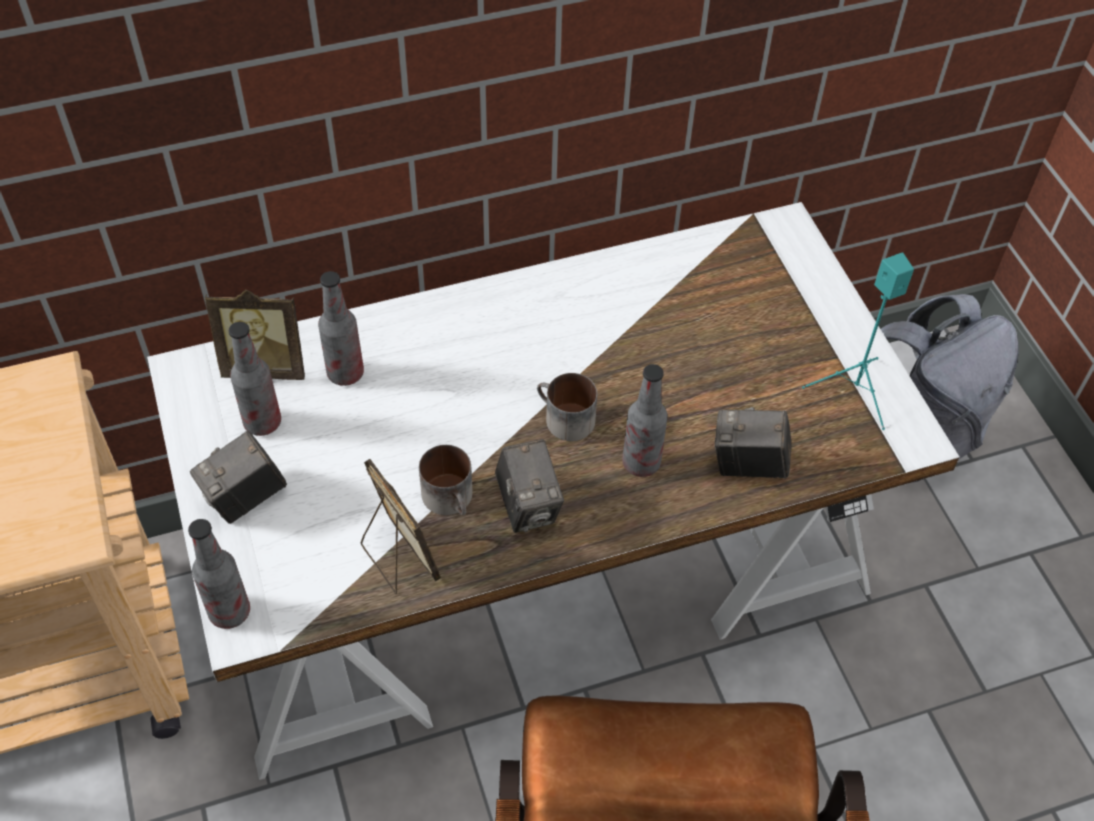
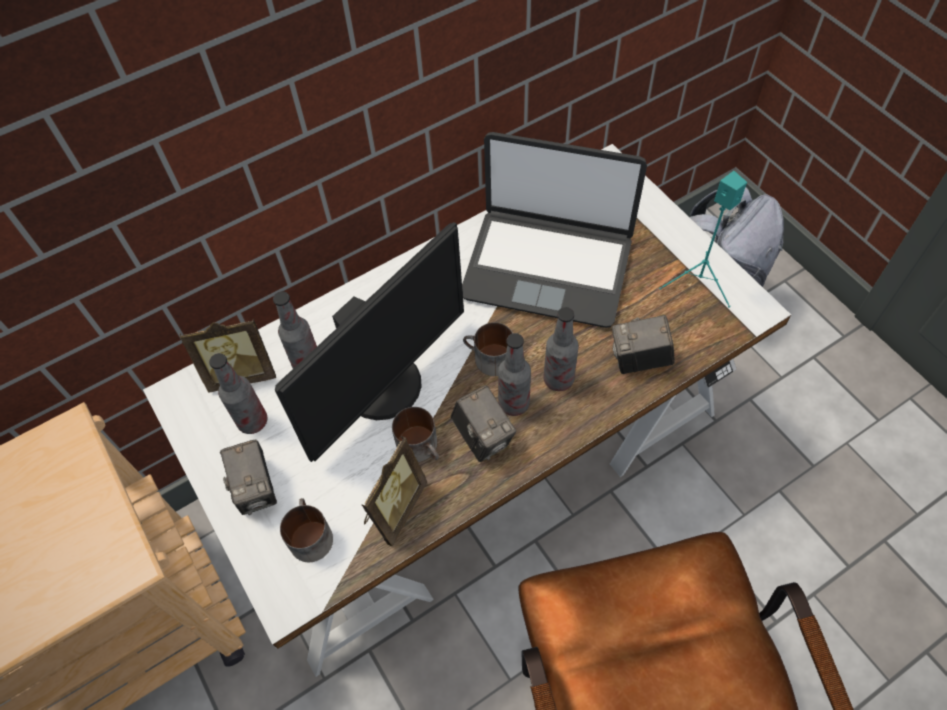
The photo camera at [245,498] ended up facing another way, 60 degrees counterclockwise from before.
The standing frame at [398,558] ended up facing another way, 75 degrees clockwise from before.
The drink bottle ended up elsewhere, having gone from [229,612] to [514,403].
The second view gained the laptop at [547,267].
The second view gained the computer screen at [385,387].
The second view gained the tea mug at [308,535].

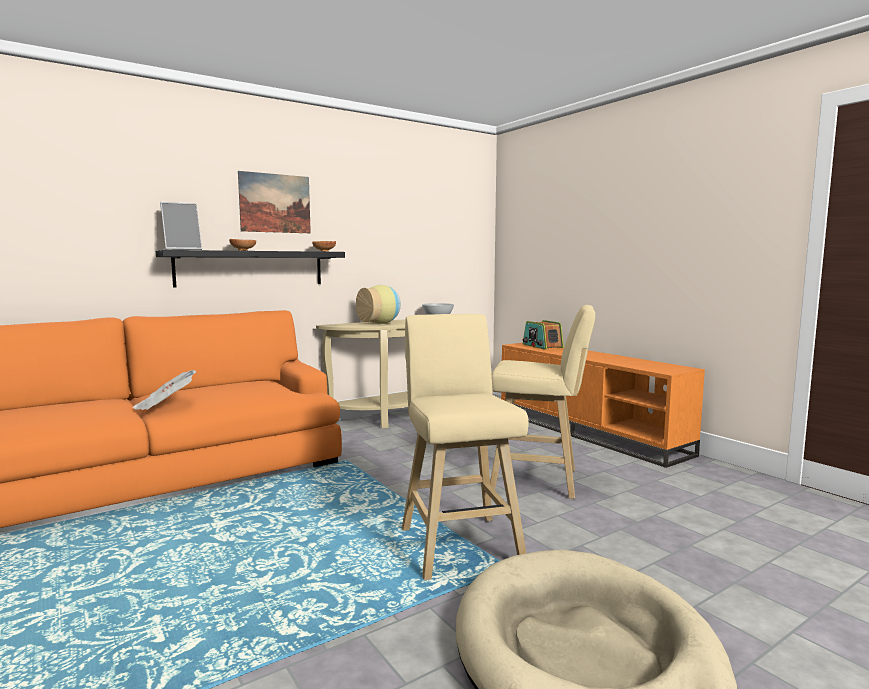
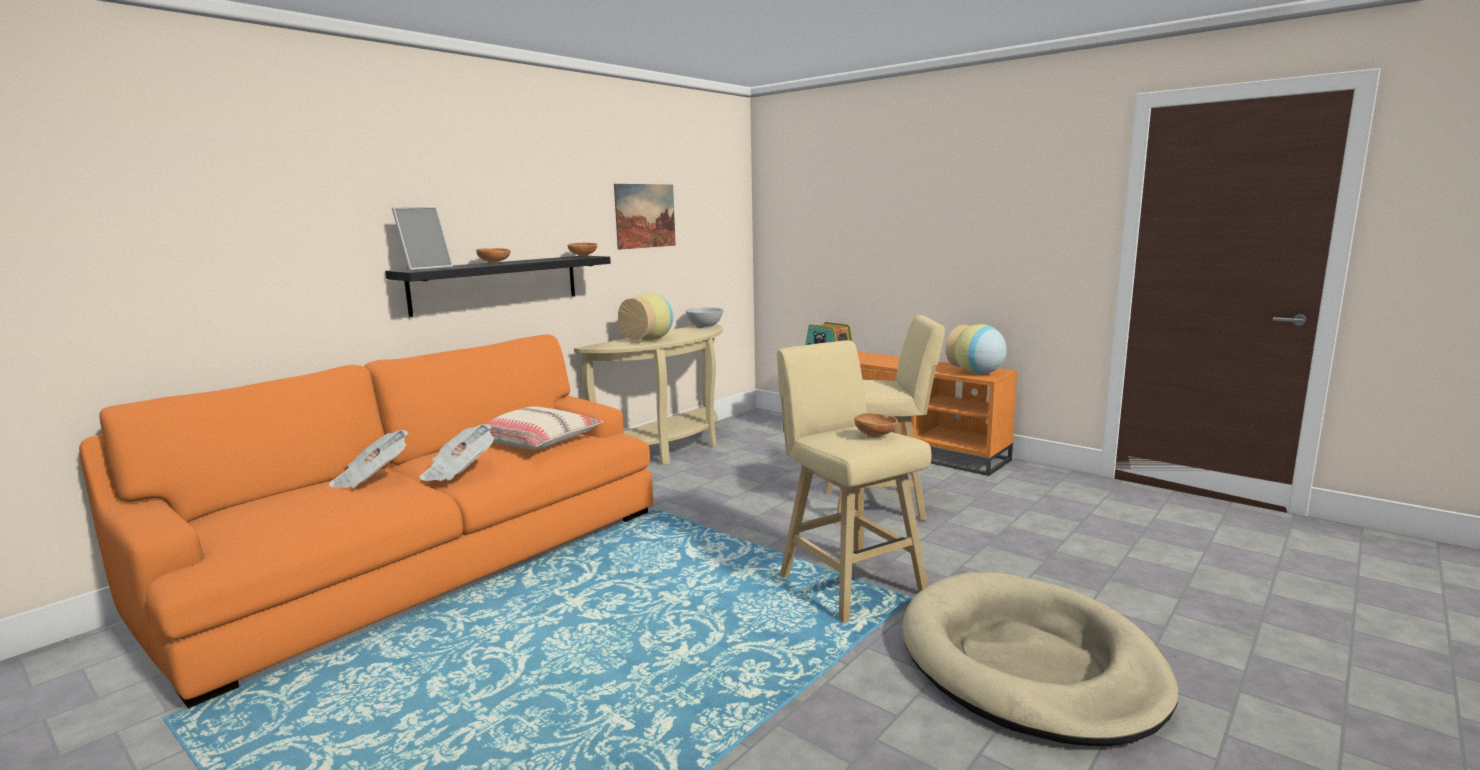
The picture ended up elsewhere, having gone from [275,203] to [645,216].
The second view gained the decorative vase at [977,373].
The second view gained the pillow (sand-coloured) at [538,441].
The second view gained the bowl (brownish) at [876,436].
The second view gained the newspaper at [371,479].

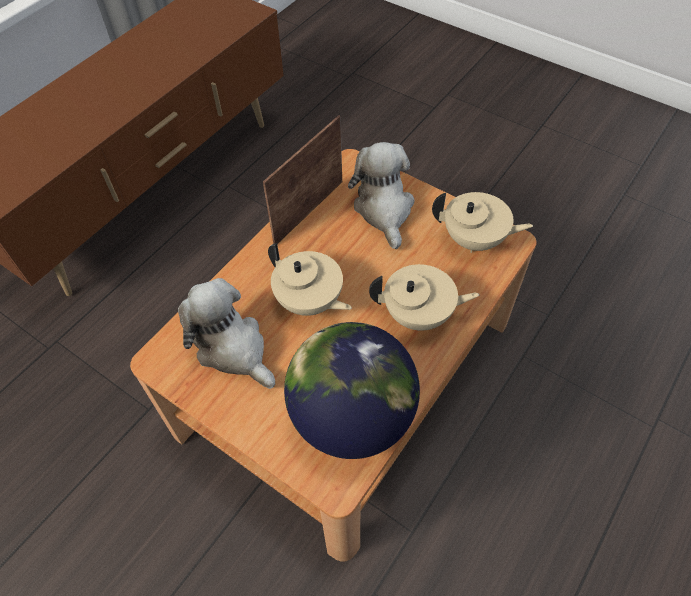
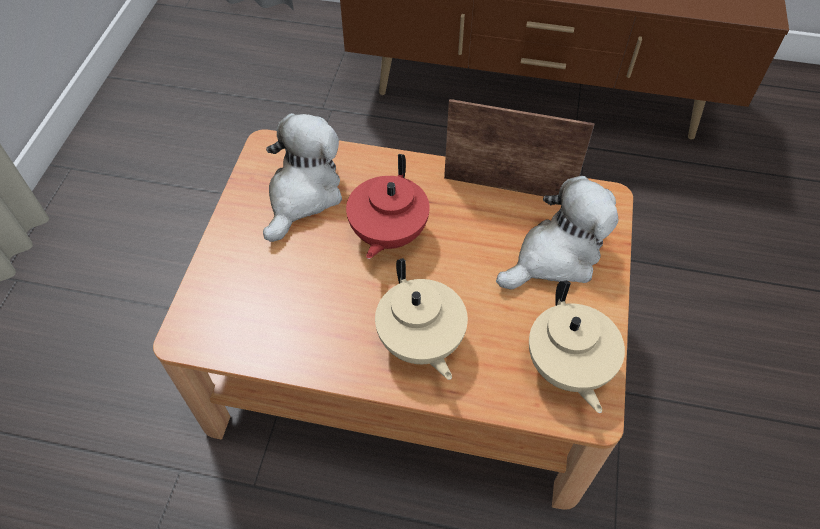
What was the tea pot (sand-coloured) at [309,302] turned into the tea pot (reddish) at [387,234].
The second view lost the globe at [352,416].

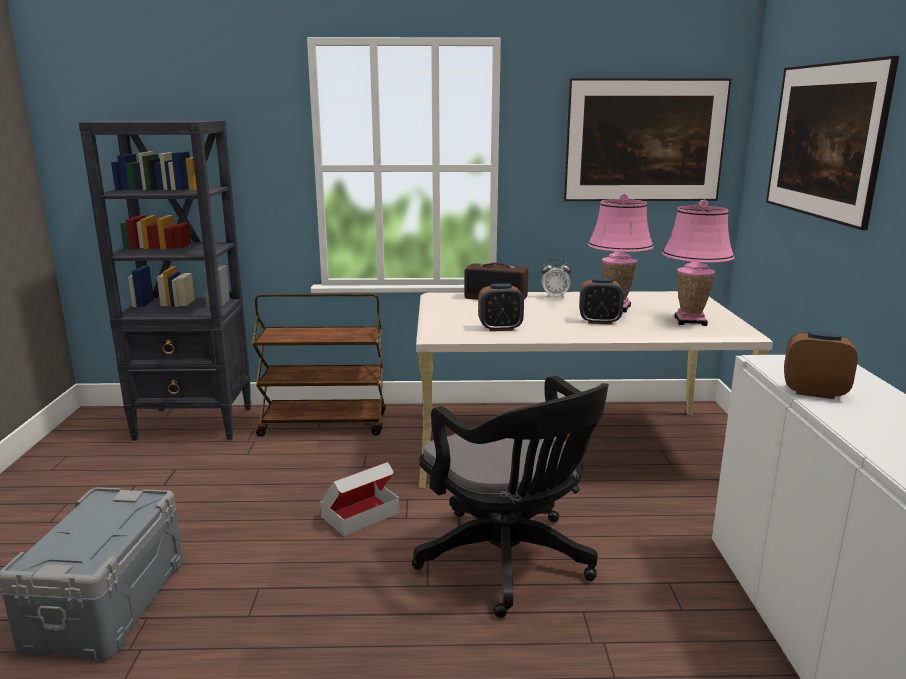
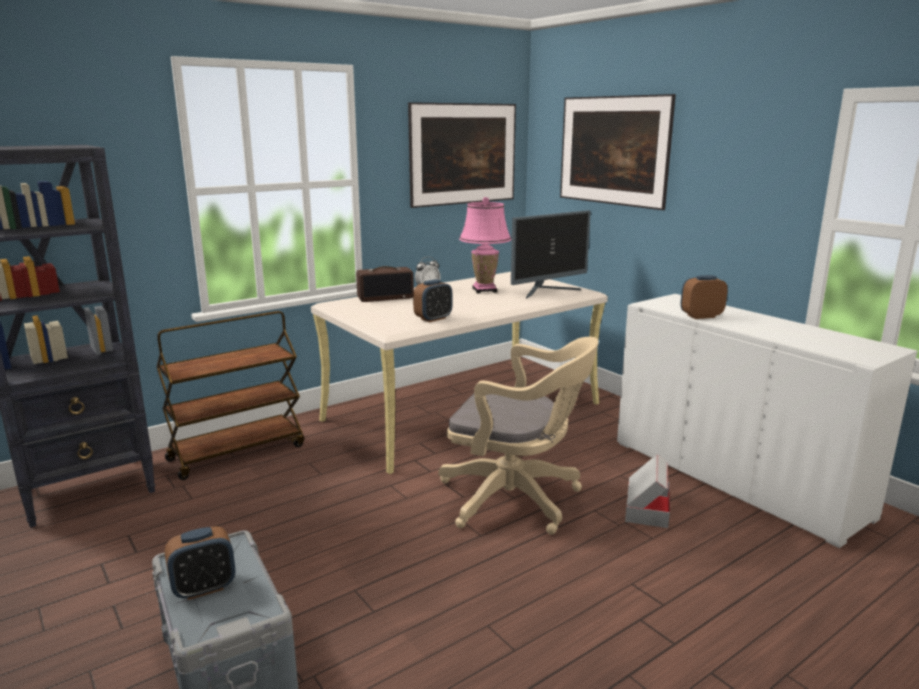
Where the lamp for a table (pink) stood at [690,321], the computer screen came to stand at [547,291].
The table clock ended up elsewhere, having gone from [599,321] to [204,588].
What was the office chair (black-coloured) at [510,562] turned into the office chair (sand-coloured) at [517,499].
The carton ended up elsewhere, having gone from [360,514] to [647,508].

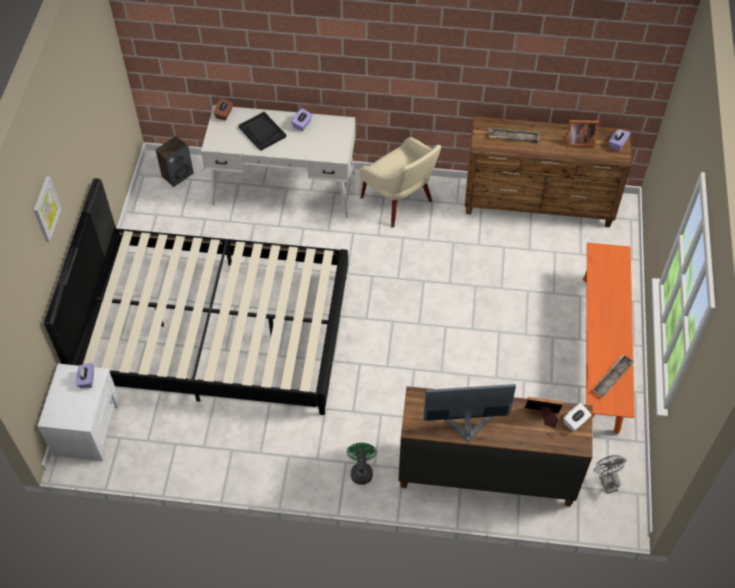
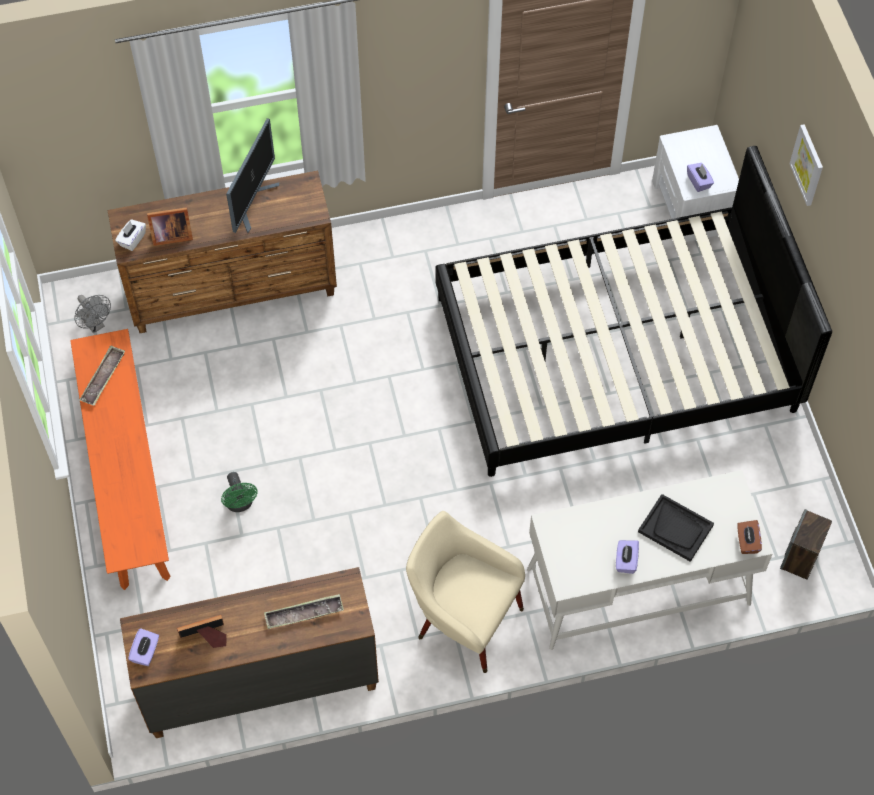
The computer screen at [466,424] ended up facing another way, 45 degrees counterclockwise from before.
The cooling fan (green-coloured) ended up elsewhere, having gone from [361,471] to [240,504].

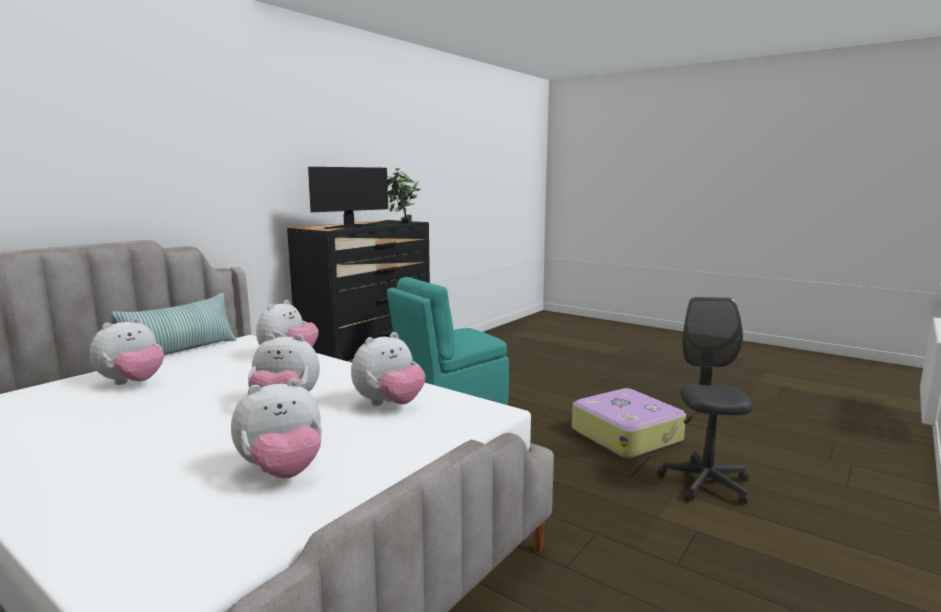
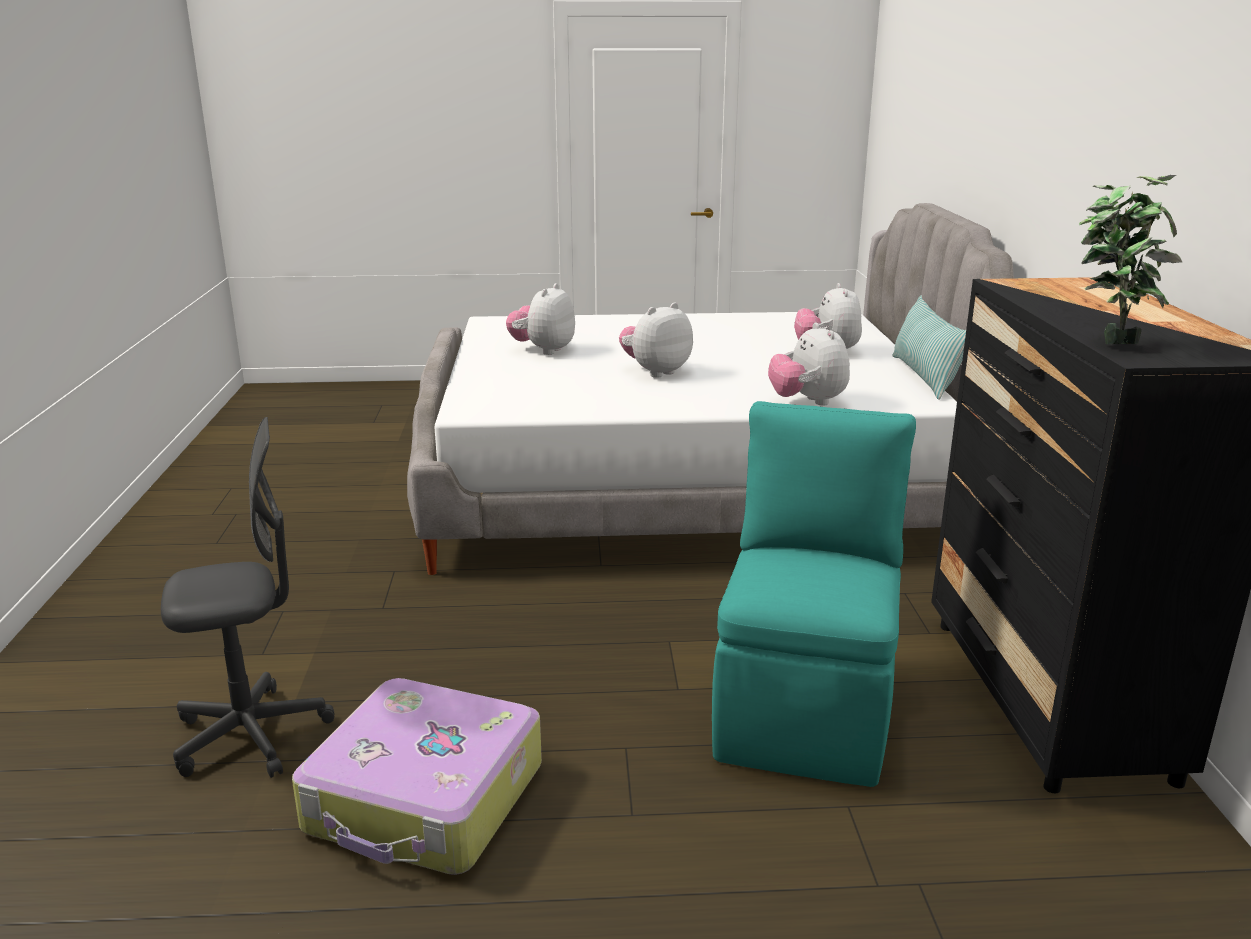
The second view lost the computer screen at [350,227].
The office chair (gray) at [705,483] ended up facing another way, 75 degrees counterclockwise from before.
The second view lost the cuddly toy at [389,404].

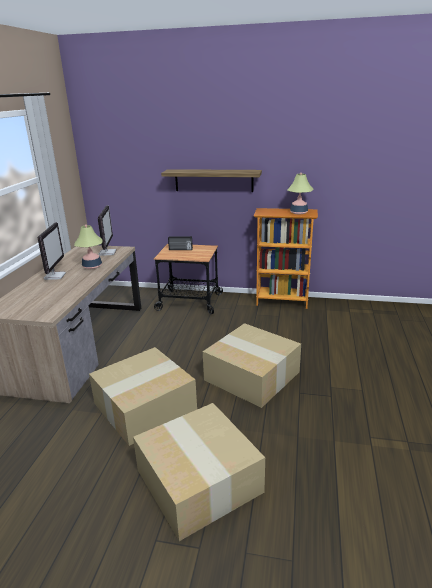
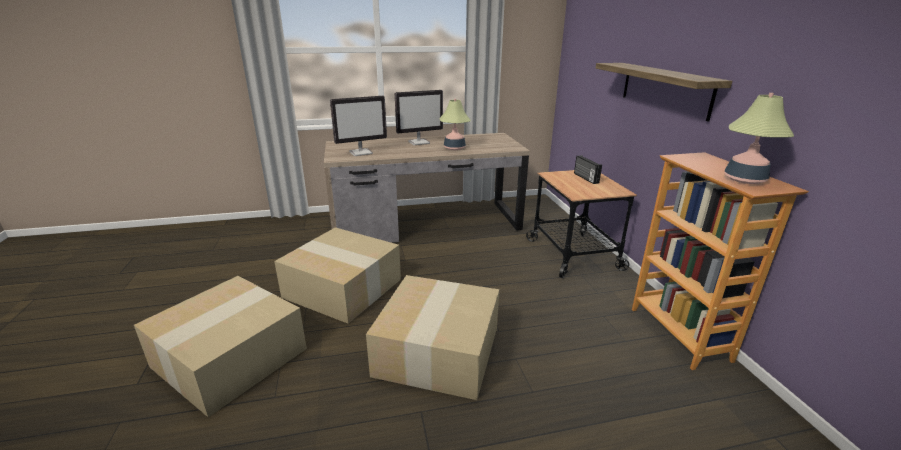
The computer screen ended up elsewhere, having gone from [107,252] to [361,152].

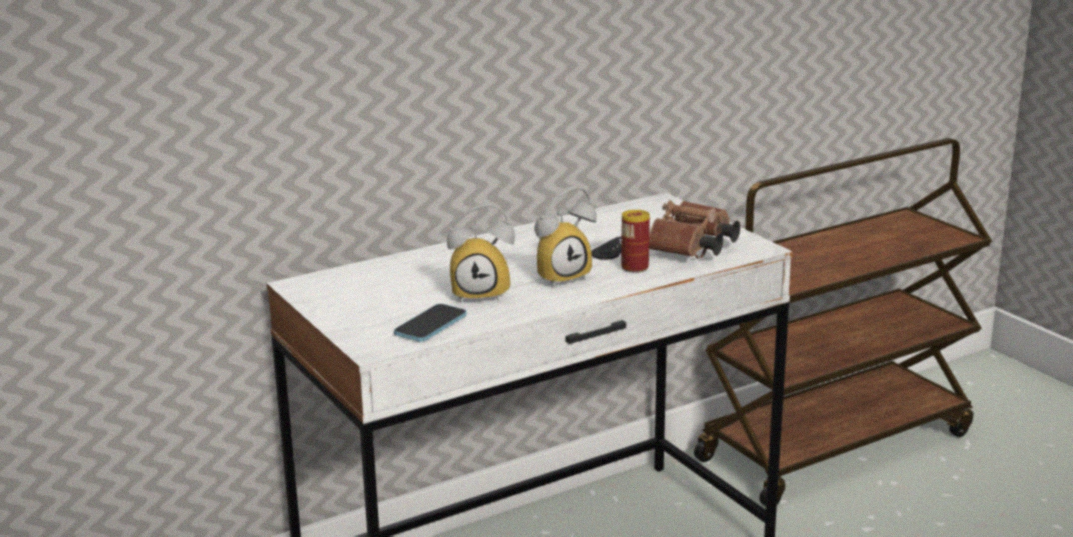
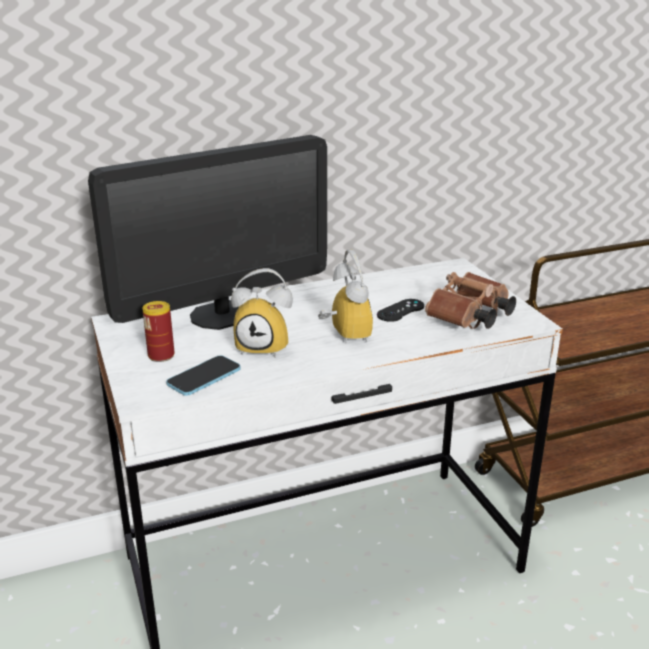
The table clock at [561,276] ended up facing another way, 90 degrees counterclockwise from before.
The sealed can ended up elsewhere, having gone from [634,267] to [161,355].
The second view gained the computer screen at [222,315].

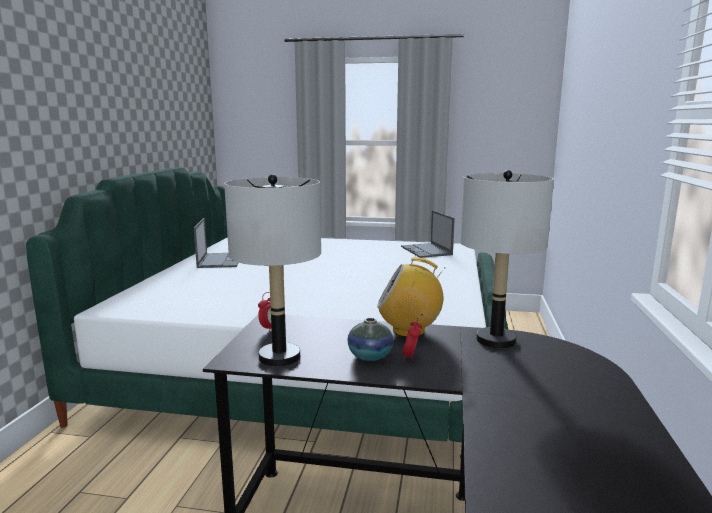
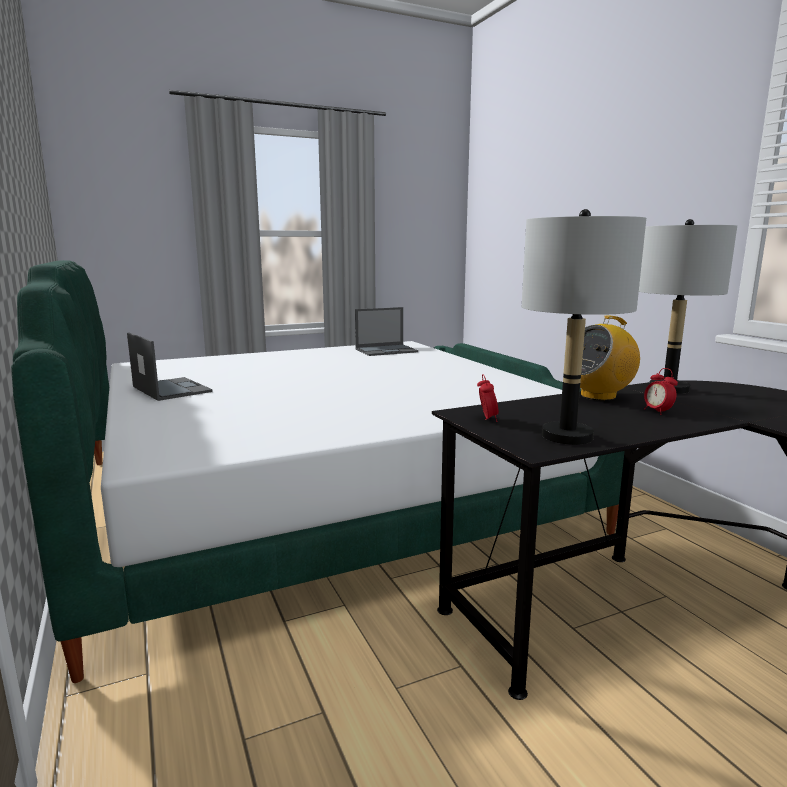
The laptop at [426,251] ended up facing another way, 60 degrees counterclockwise from before.
The second view lost the decorative vase at [370,356].

